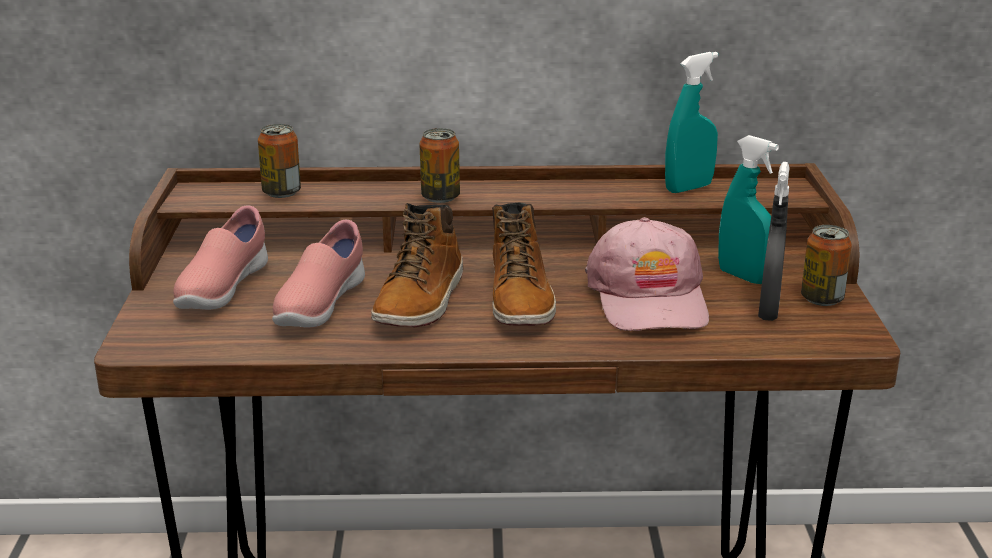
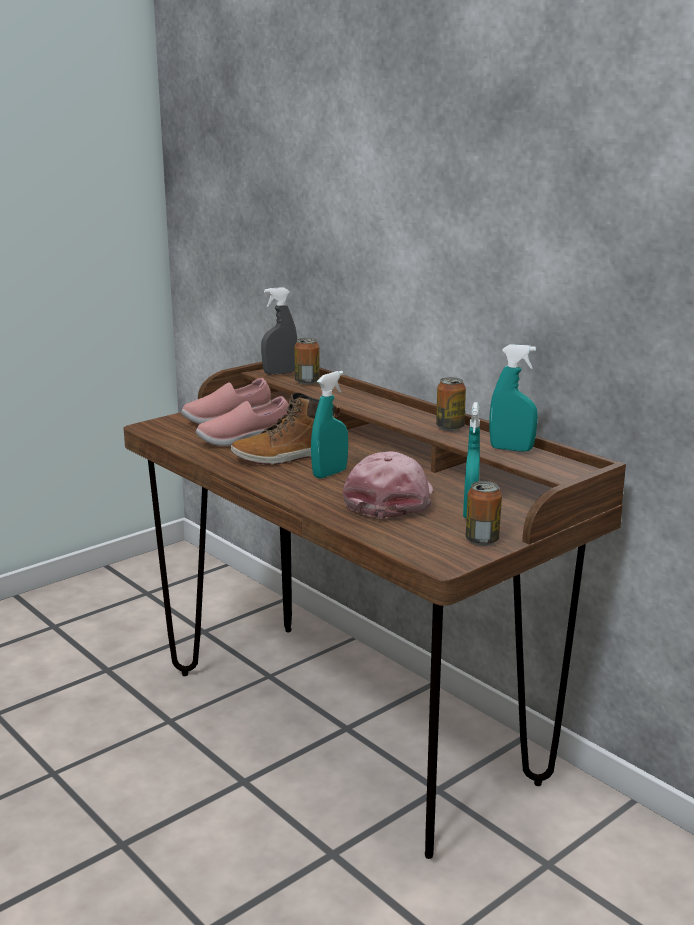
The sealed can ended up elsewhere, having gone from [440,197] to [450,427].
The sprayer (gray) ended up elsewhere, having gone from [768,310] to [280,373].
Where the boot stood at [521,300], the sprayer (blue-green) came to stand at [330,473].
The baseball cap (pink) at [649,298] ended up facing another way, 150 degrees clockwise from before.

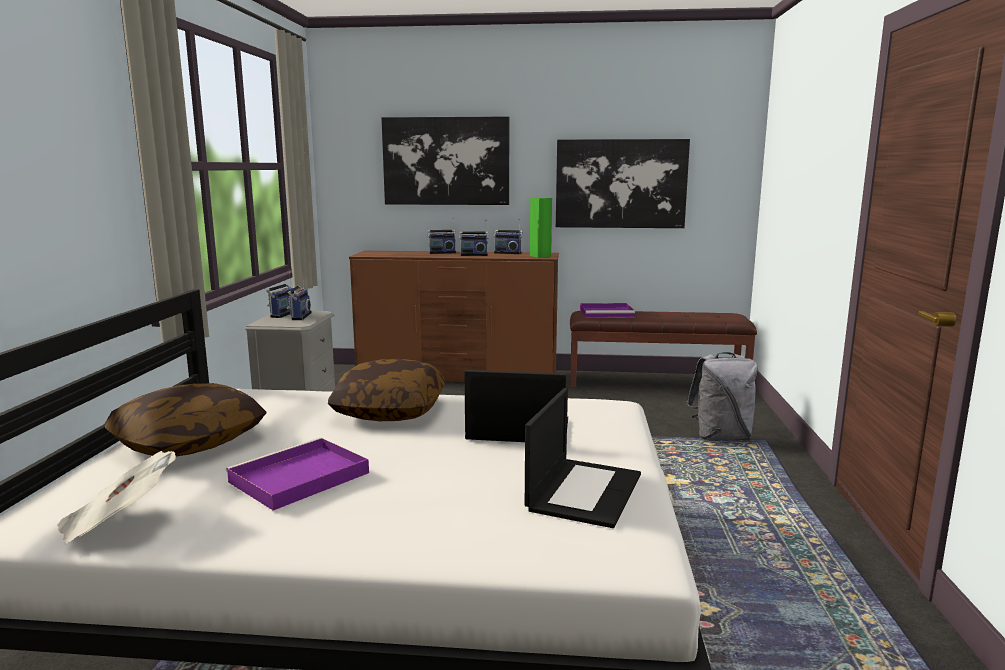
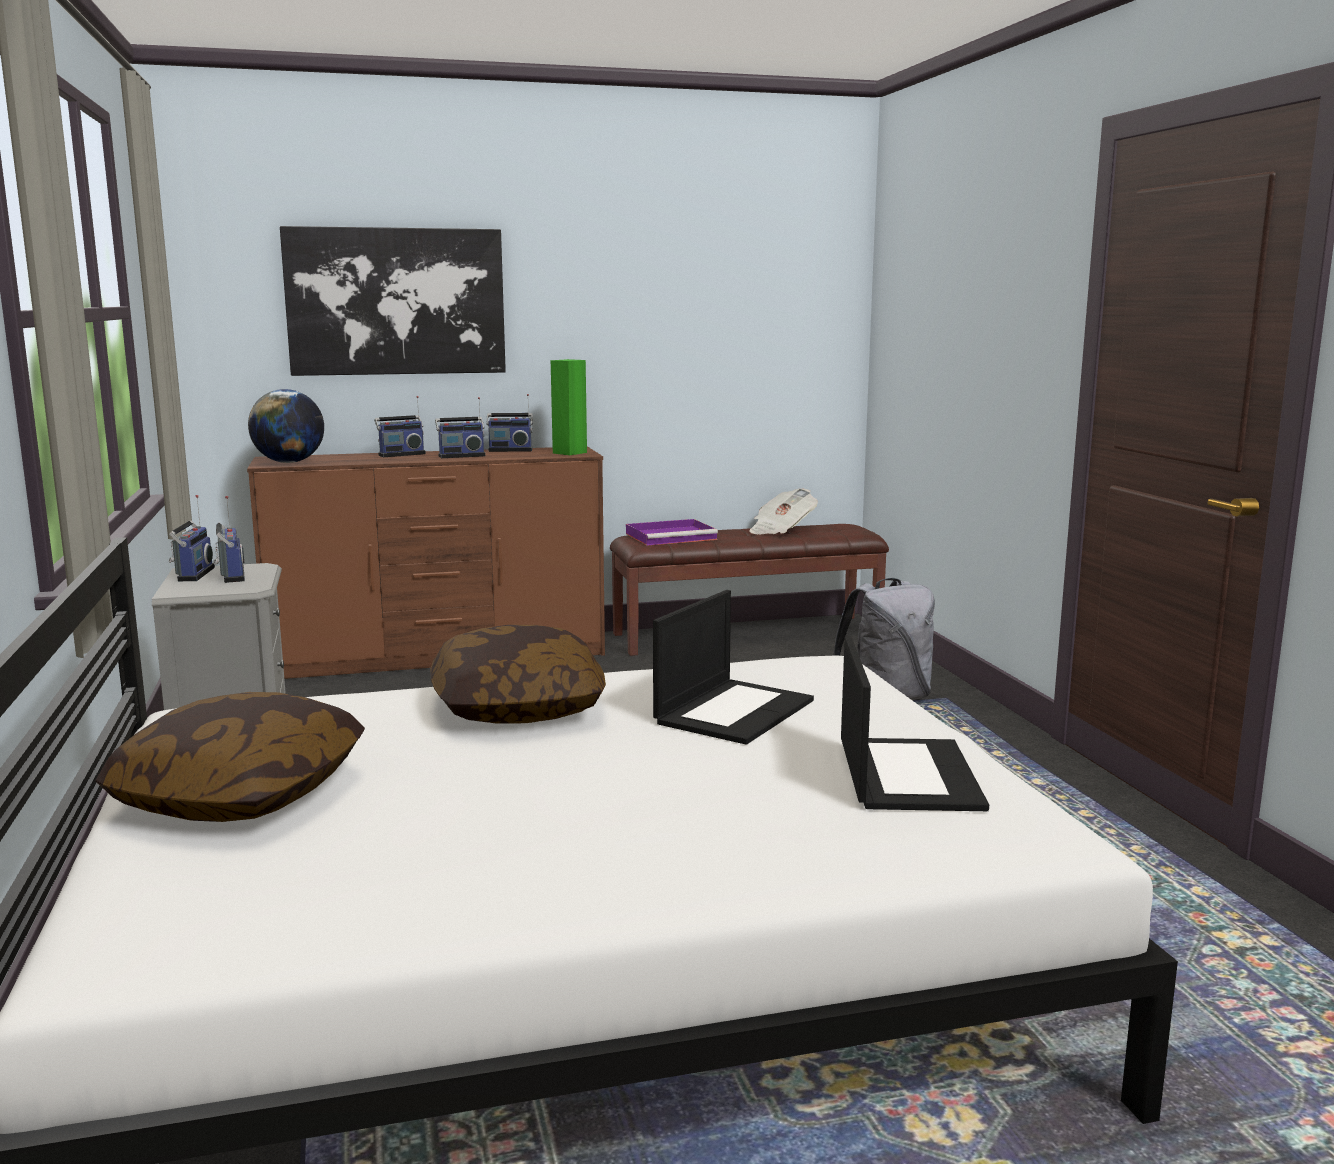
The second view lost the picture at [620,184].
The laptop at [516,430] ended up facing another way, 135 degrees clockwise from before.
The second view lost the tray (purple) at [297,478].
The newspaper ended up elsewhere, having gone from [118,523] to [781,530].
The second view gained the globe at [289,462].

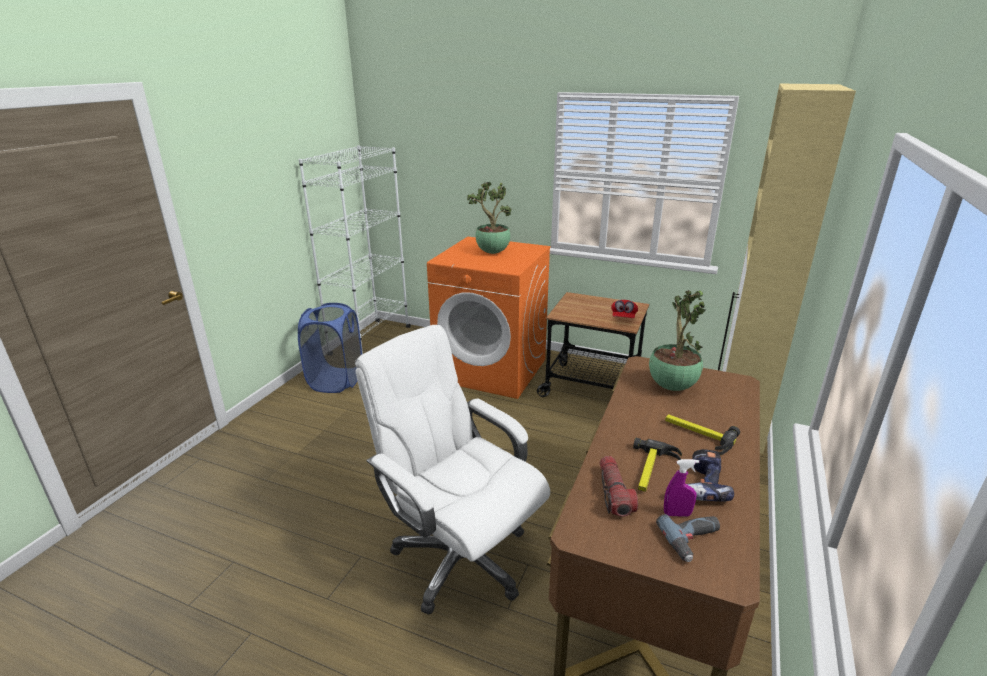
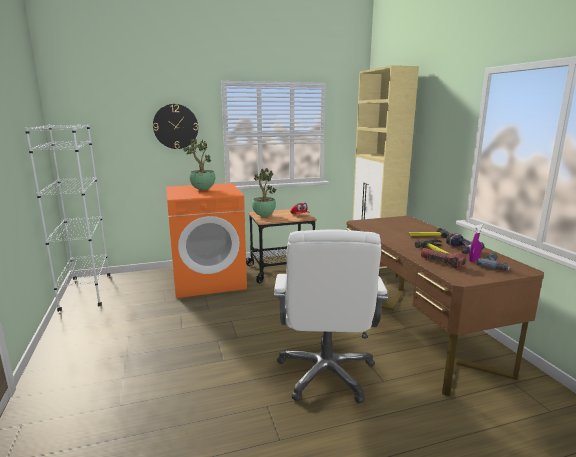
The houseplant ended up elsewhere, having gone from [671,386] to [263,215].
The second view lost the washing basket (blue) at [336,380].
The office chair (white) at [459,557] ended up facing another way, 90 degrees counterclockwise from before.
The second view gained the clock on the wall at [175,126].

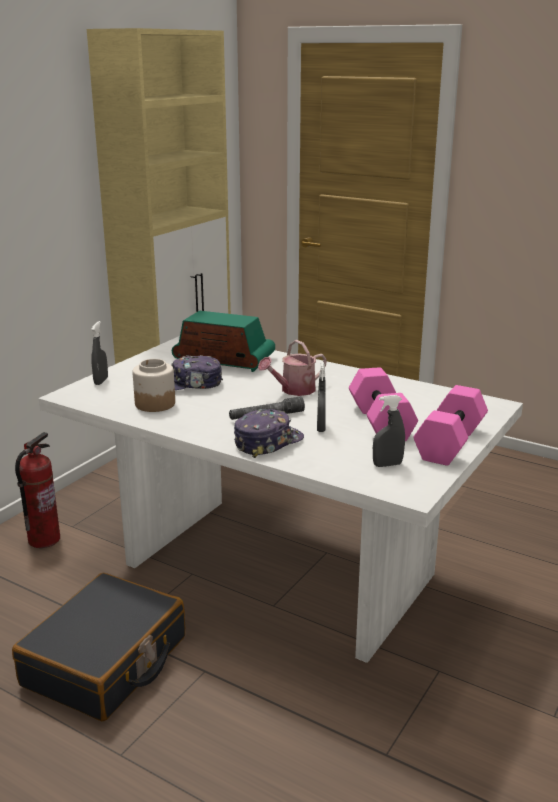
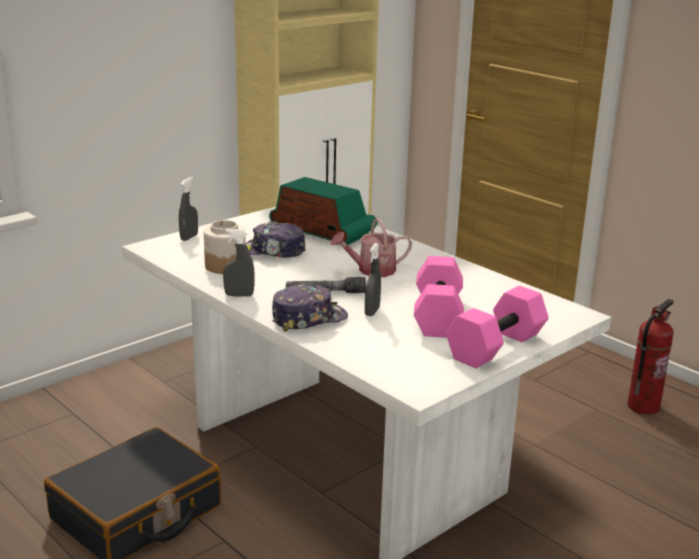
The sprayer (gray) ended up elsewhere, having gone from [387,465] to [239,295].
The fire-fighting cylinder ended up elsewhere, having gone from [44,539] to [642,406].

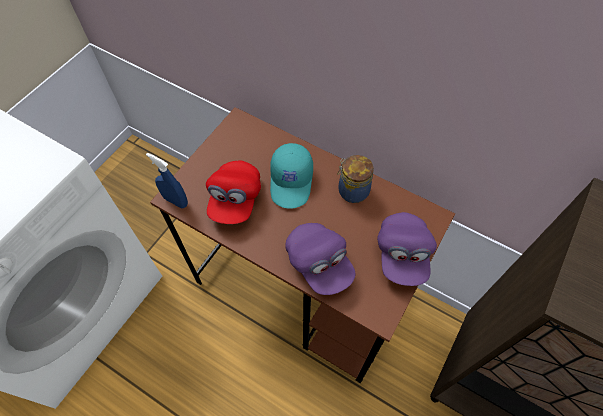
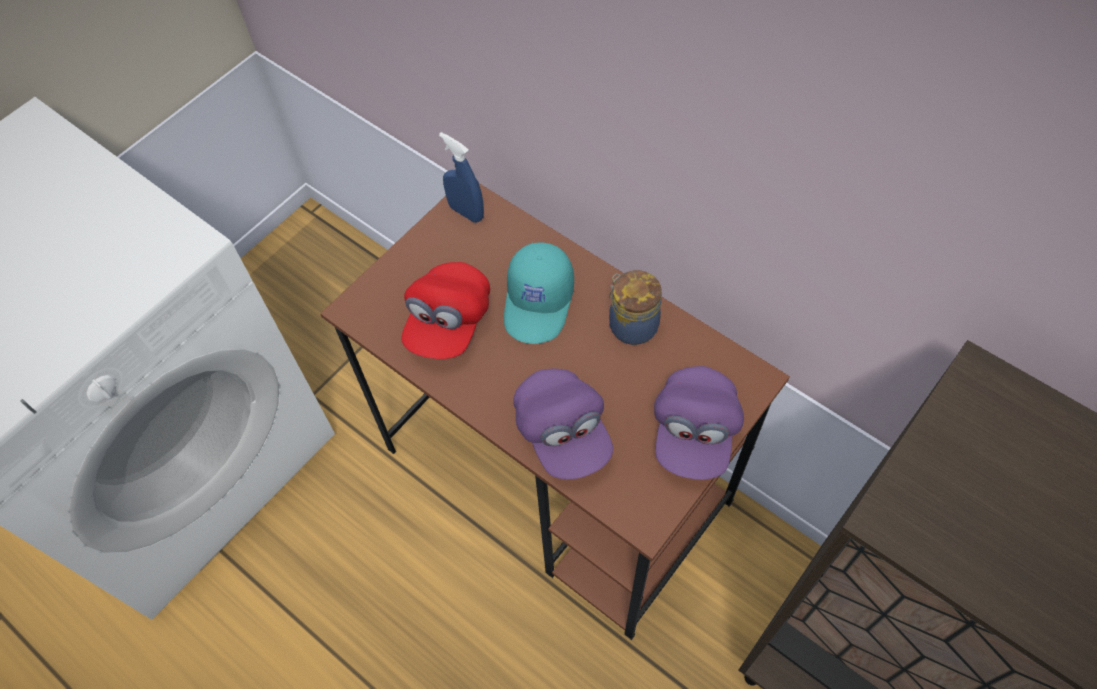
The sprayer (blue) ended up elsewhere, having gone from [175,201] to [466,212].

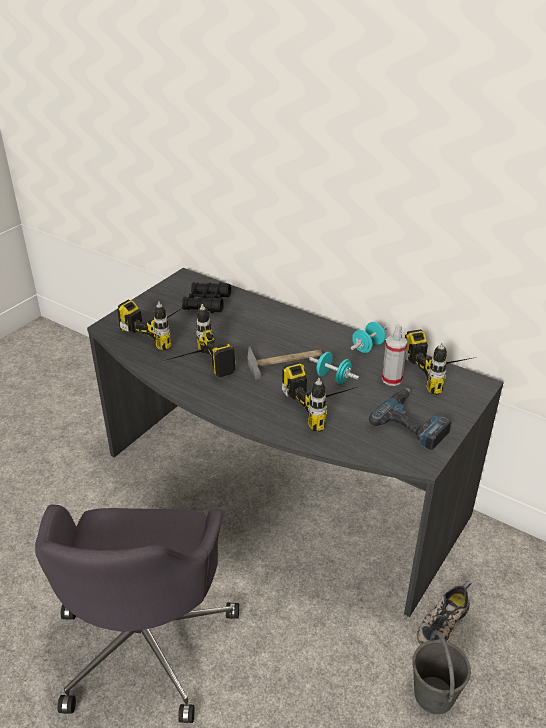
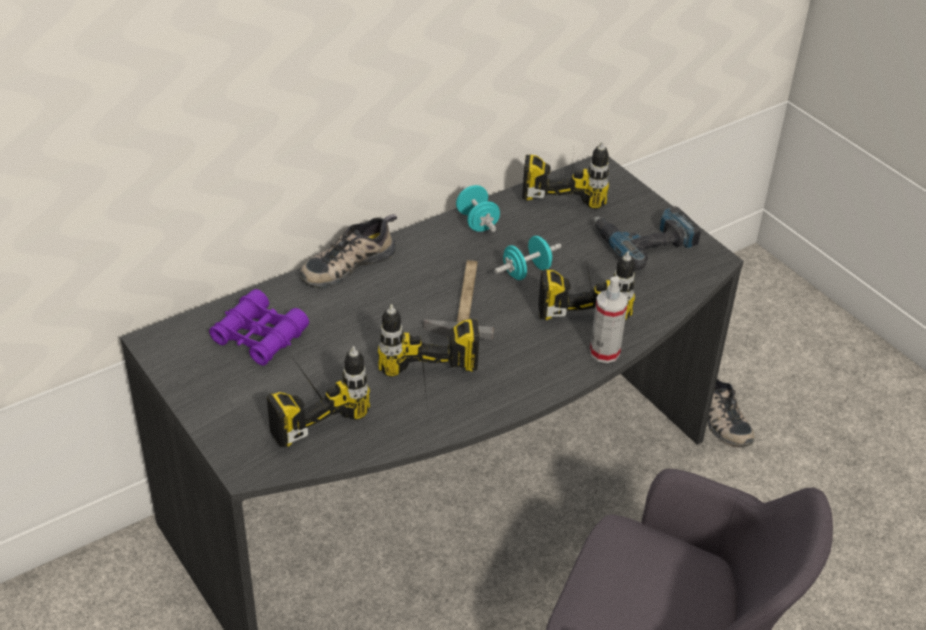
What was the field glasses (black-coloured) at [207,303] turned into the field glasses (purple) at [259,337].
The sprayer ended up elsewhere, having gone from [392,379] to [604,352].
The second view lost the pail (gray) at [434,696].
The second view gained the shoe at [348,263].

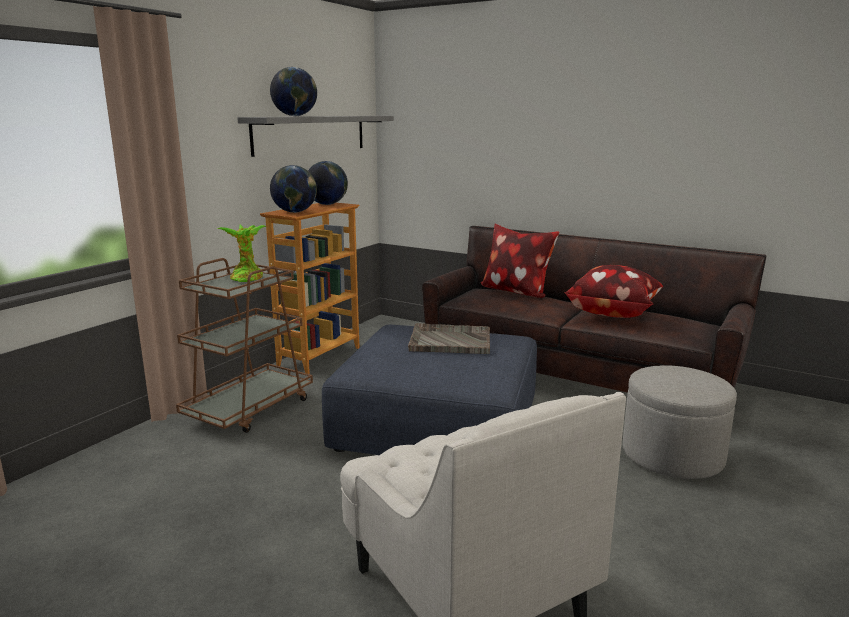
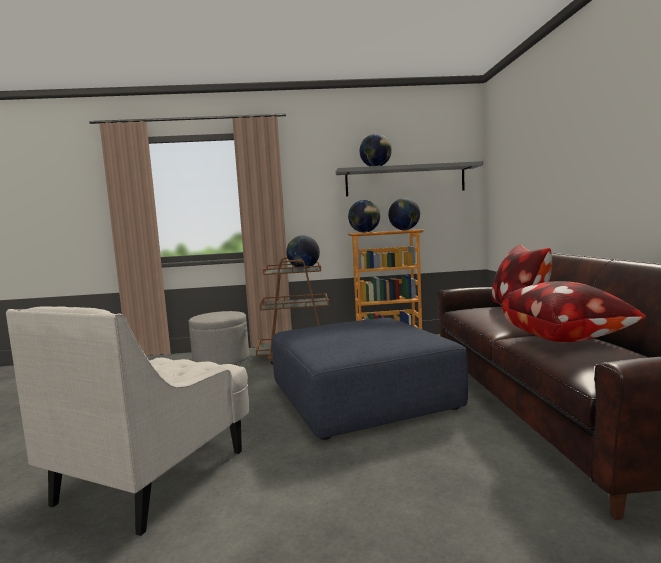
Where the houseplant stood at [246,277], the globe came to stand at [304,269].
The second view lost the tray (gray) at [449,341].
The ottoman (gray) ended up elsewhere, having gone from [672,455] to [221,360].

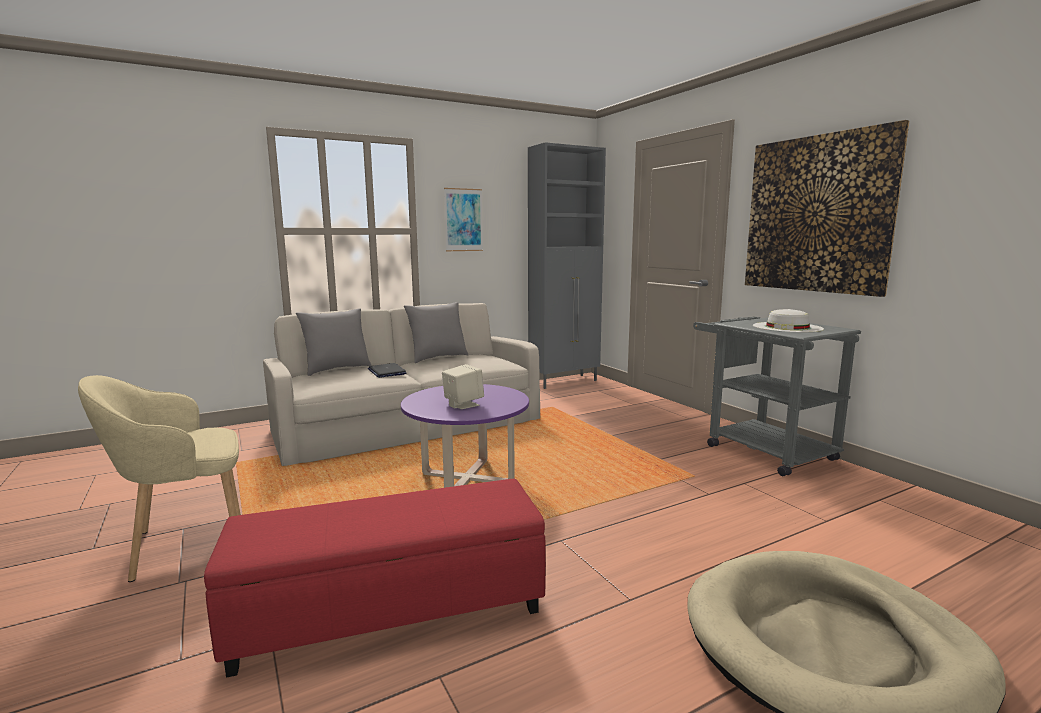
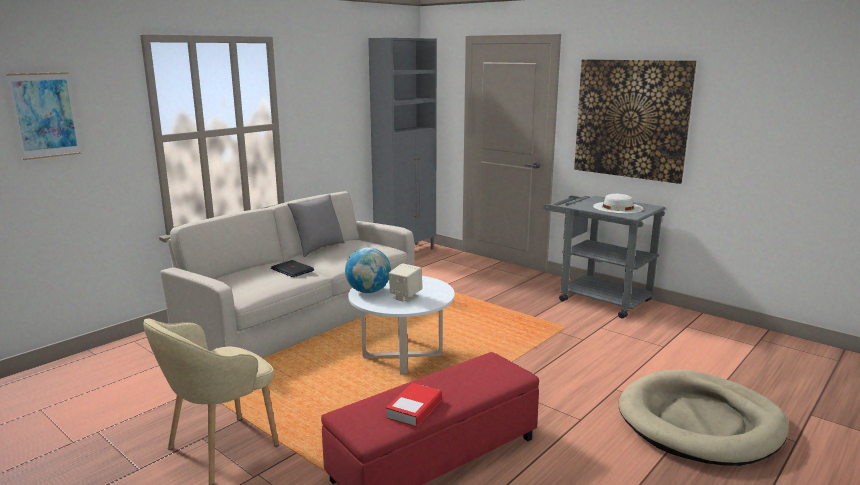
The picture ended up elsewhere, having gone from [463,220] to [45,115].
The second view lost the pillow (gray) at [337,369].
What was the coffee table (purple) at [467,479] turned into the coffee table (white) at [402,356].
The second view gained the globe at [368,291].
The second view gained the bound book at [414,409].

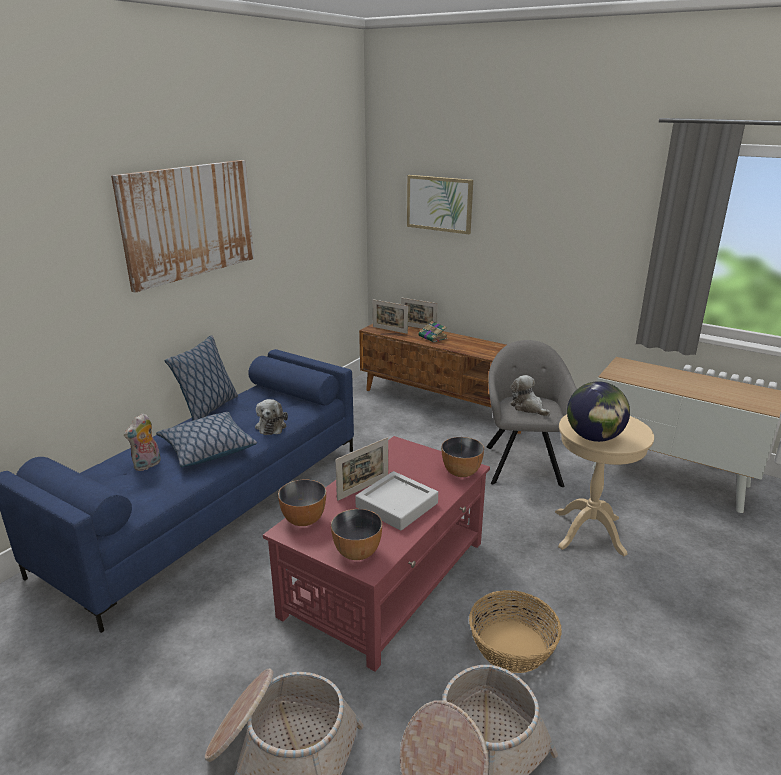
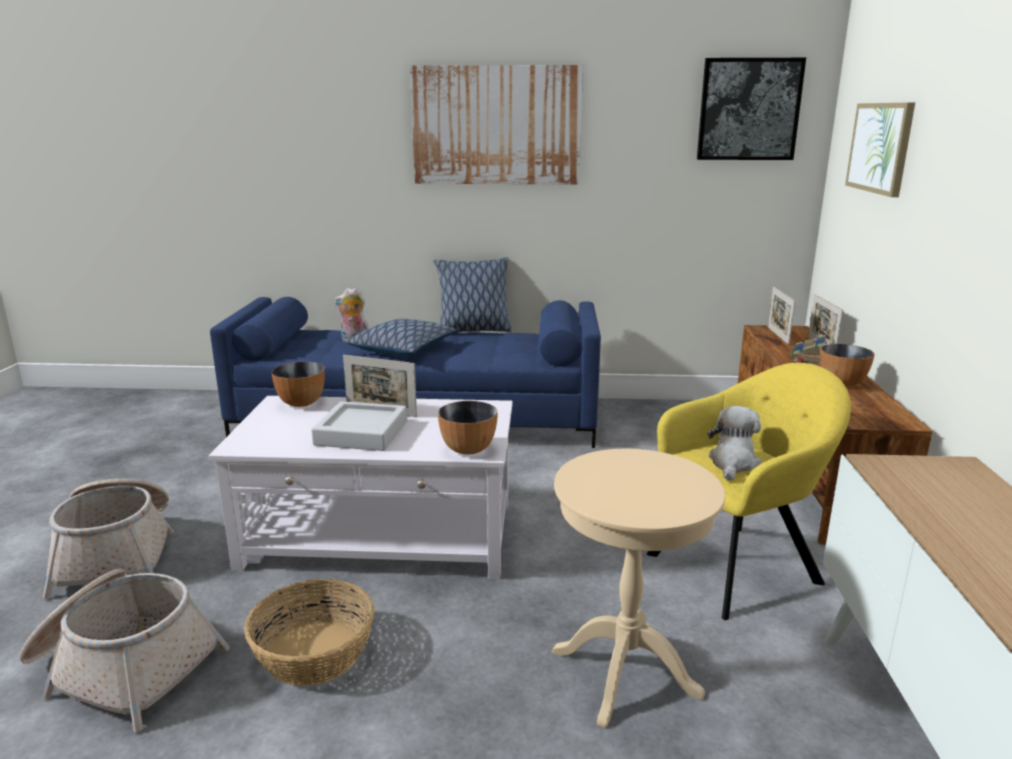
What was the lounge chair (gray) at [522,463] turned into the lounge chair (yellow-coloured) at [738,566].
The second view lost the globe at [594,437].
The second view lost the cuddly toy at [271,426].
What was the coffee table (reddish) at [387,577] turned into the coffee table (white) at [381,535].
The bowl ended up elsewhere, having gone from [357,552] to [842,383].
The second view gained the picture at [748,109].

